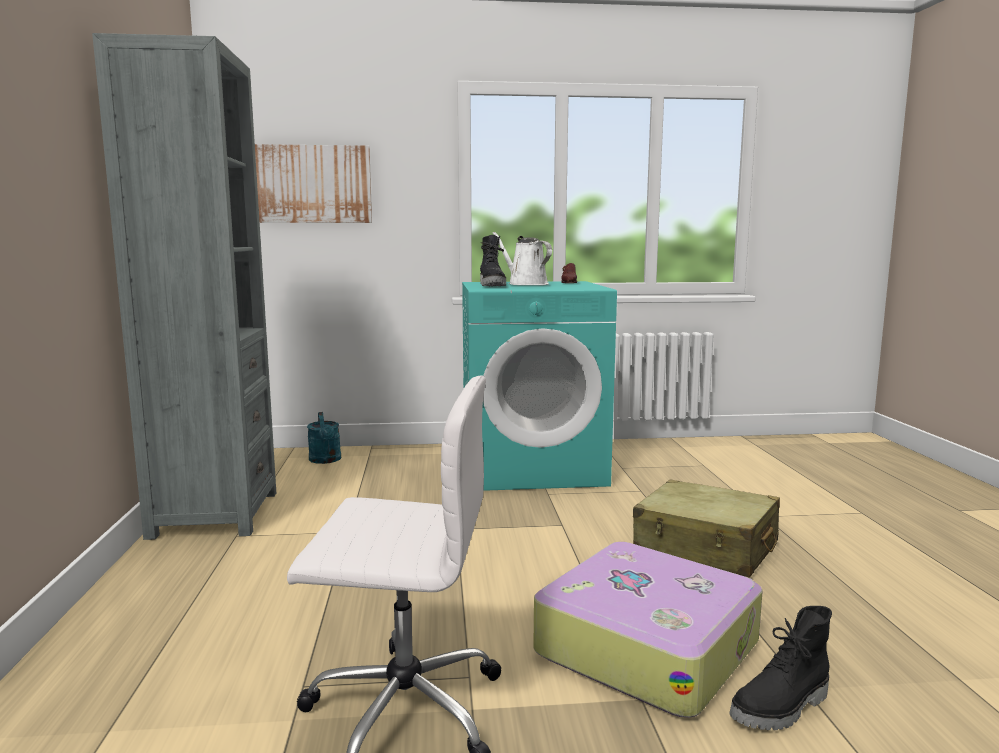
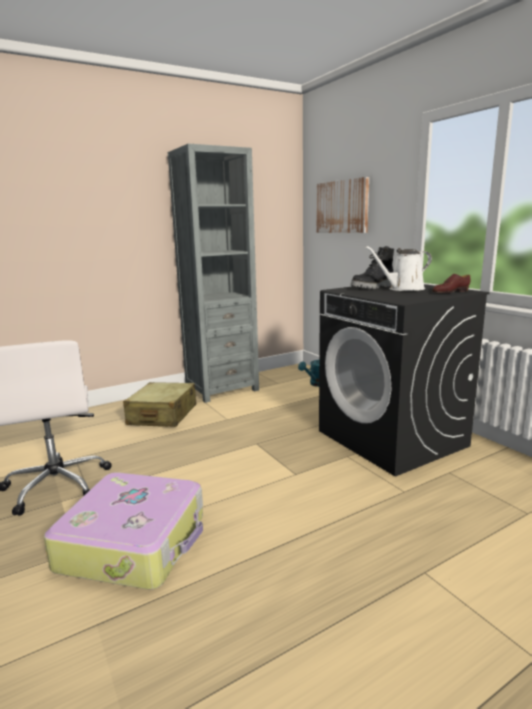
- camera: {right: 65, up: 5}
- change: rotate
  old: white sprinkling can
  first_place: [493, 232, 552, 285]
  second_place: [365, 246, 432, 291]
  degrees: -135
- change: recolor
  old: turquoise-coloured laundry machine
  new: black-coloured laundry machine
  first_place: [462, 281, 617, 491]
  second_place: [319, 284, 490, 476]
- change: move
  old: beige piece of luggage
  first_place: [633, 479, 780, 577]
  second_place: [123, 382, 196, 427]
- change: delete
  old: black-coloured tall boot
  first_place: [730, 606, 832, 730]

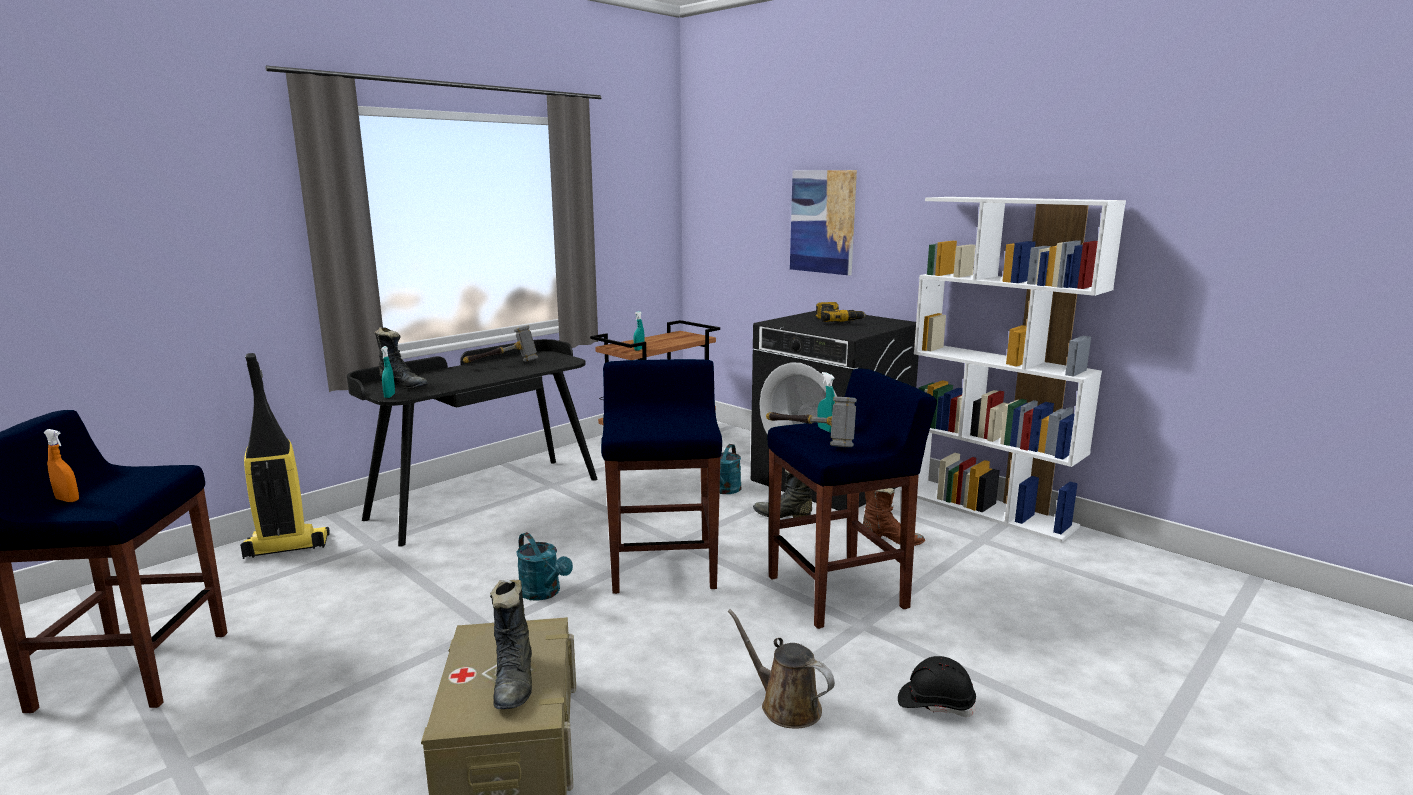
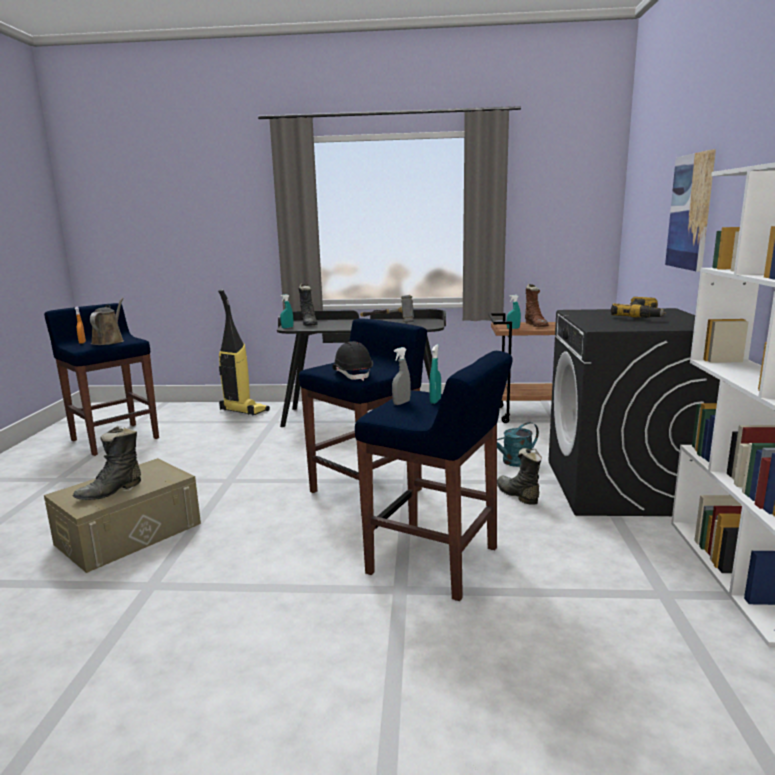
- camera: {right: 50, up: 0}
- change: replace
  old: tool hammer
  new: greyish sprayer
  first_place: [766, 396, 857, 447]
  second_place: [392, 347, 410, 405]
- change: move
  old: brown-coloured tall boot
  first_place: [863, 488, 925, 546]
  second_place: [525, 284, 549, 327]
- change: delete
  old: turquoise-coloured sprinkling can
  first_place: [516, 532, 573, 601]
- change: move
  old: brown-coloured sprinkling can
  first_place: [727, 609, 835, 729]
  second_place: [90, 298, 124, 345]
- change: move
  old: black-coloured hard hat
  first_place: [898, 656, 976, 717]
  second_place: [332, 341, 373, 381]

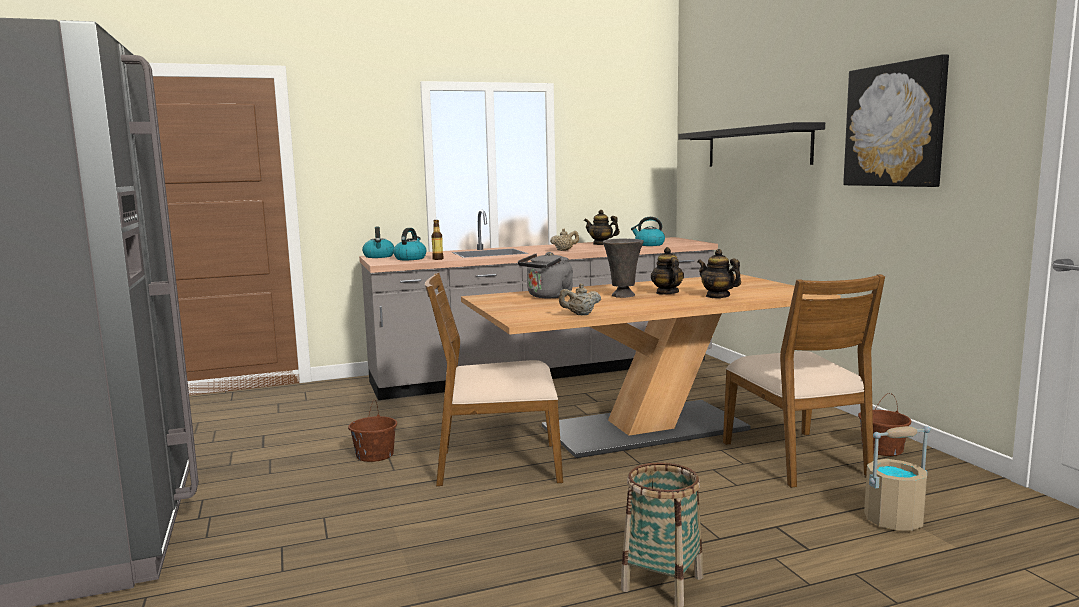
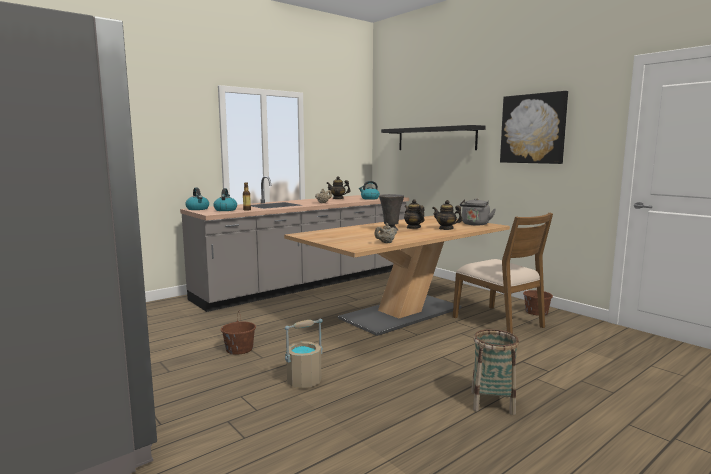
- camera: {right: -20, up: 0}
- change: move
  old: greyish kettle
  first_place: [518, 252, 573, 298]
  second_place: [460, 198, 496, 226]
- change: delete
  old: brown-coloured chair
  first_place: [425, 273, 563, 486]
- change: move
  old: beige pail
  first_place: [864, 426, 930, 531]
  second_place: [285, 318, 323, 388]

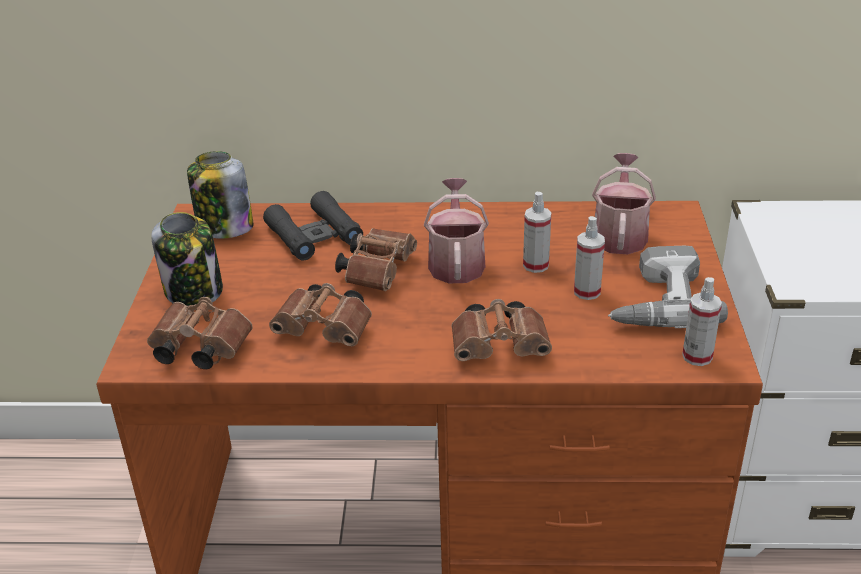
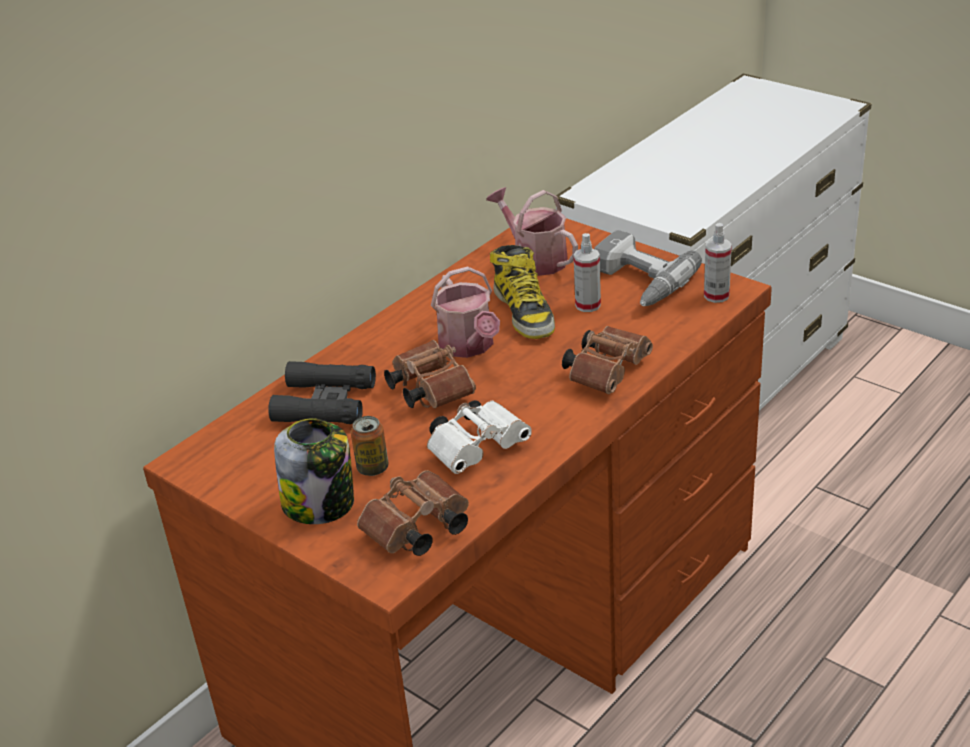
- camera: {right: -50, up: 0}
- change: delete
  old: preserve jar
  first_place: [187, 151, 253, 239]
- change: rotate
  old: sprinkling can
  first_place: [424, 178, 489, 283]
  second_place: [431, 266, 500, 358]
  degrees: -150
- change: replace
  old: sprayer
  new: tall boot
  first_place: [523, 192, 551, 273]
  second_place: [490, 245, 555, 339]
- change: recolor
  old: brown-coloured field glasses
  new: white field glasses
  first_place: [269, 283, 372, 346]
  second_place: [427, 400, 532, 474]
- change: insert
  new: metal can
  second_place: [351, 416, 389, 476]

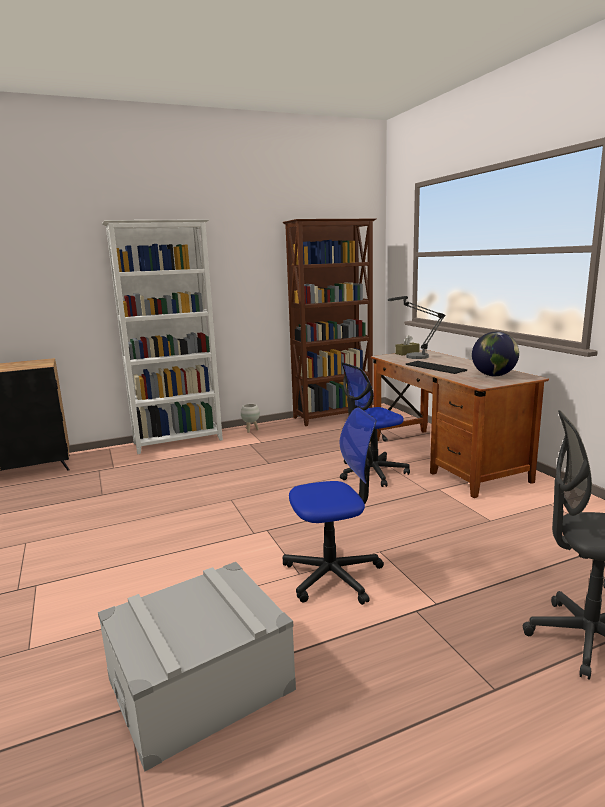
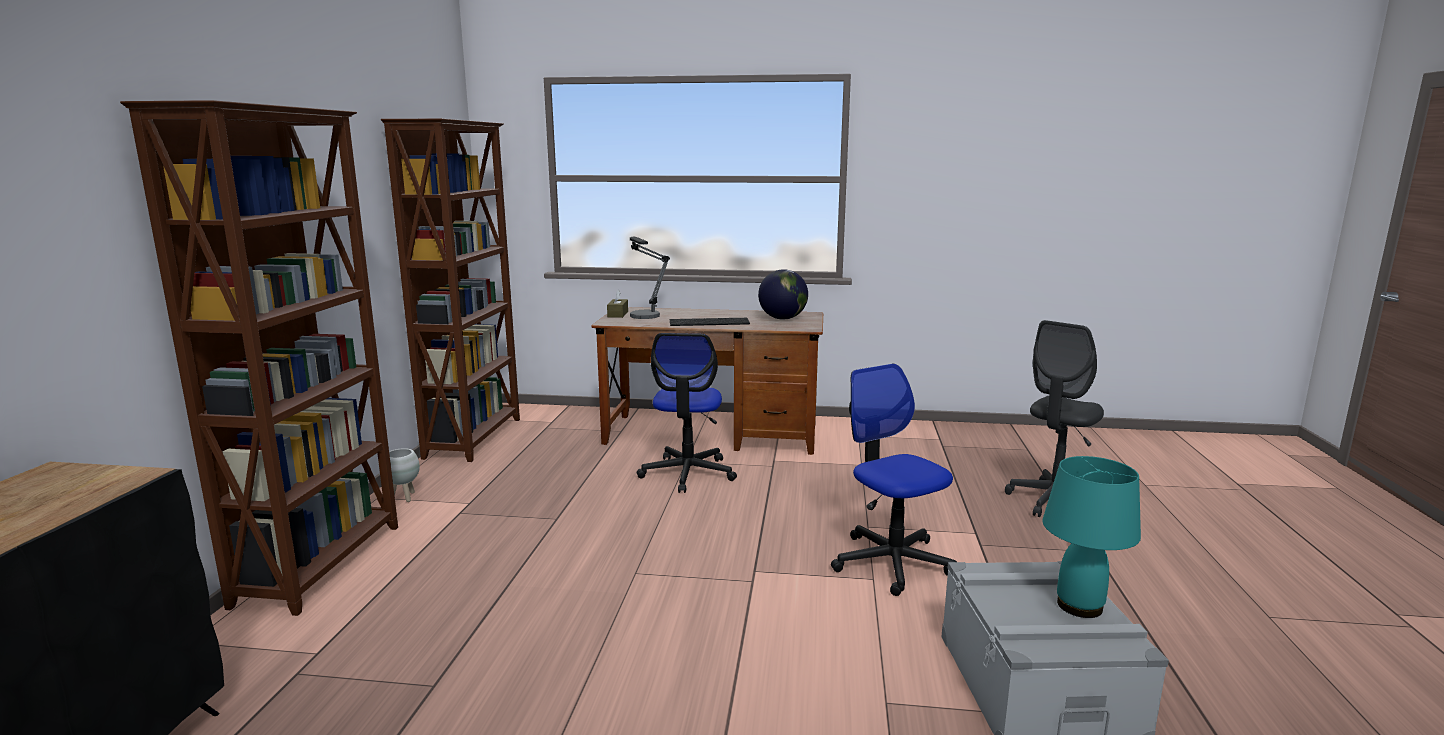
- camera: {right: -60, up: 0}
- change: recolor
  old: white shelving unit
  new: brown-coloured shelving unit
  first_place: [102, 219, 223, 454]
  second_place: [120, 100, 398, 616]
- change: rotate
  old: desk chair
  first_place: [283, 407, 384, 605]
  second_place: [831, 364, 957, 596]
  degrees: -45
- change: insert
  new: turquoise-coloured table lamp
  second_place: [1043, 456, 1141, 618]

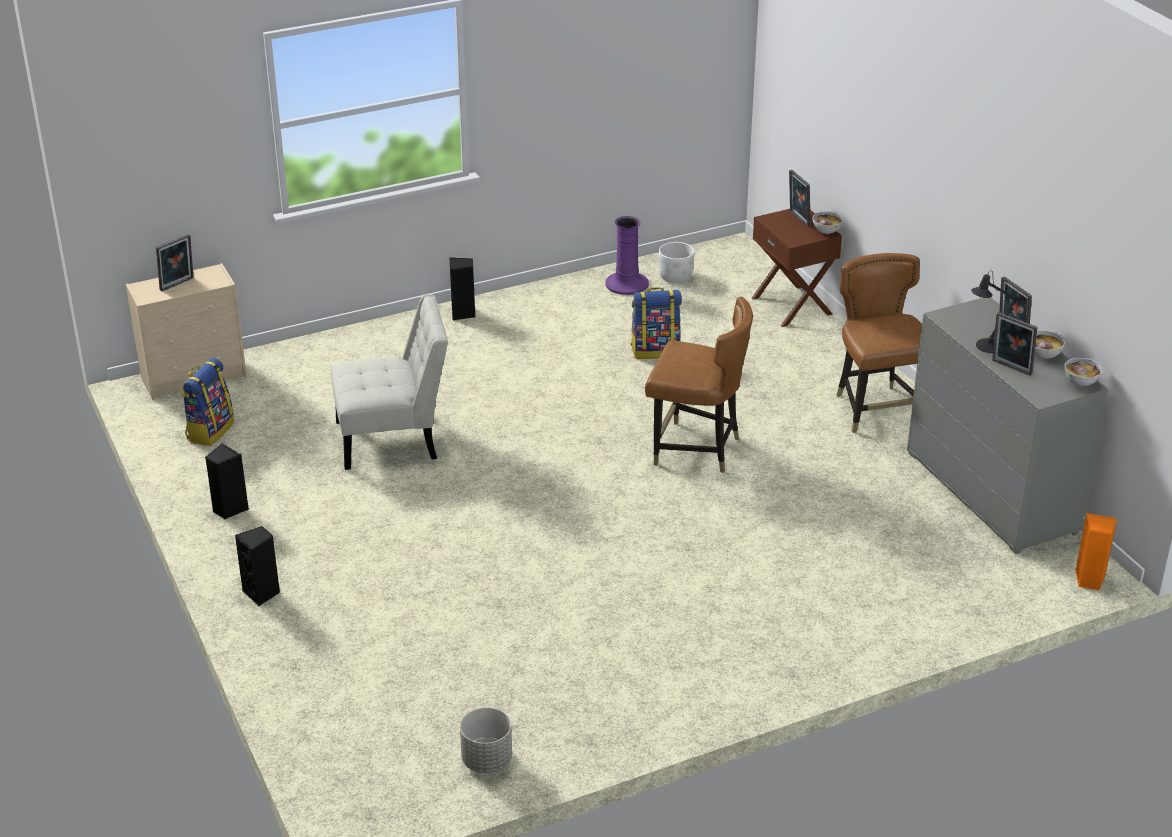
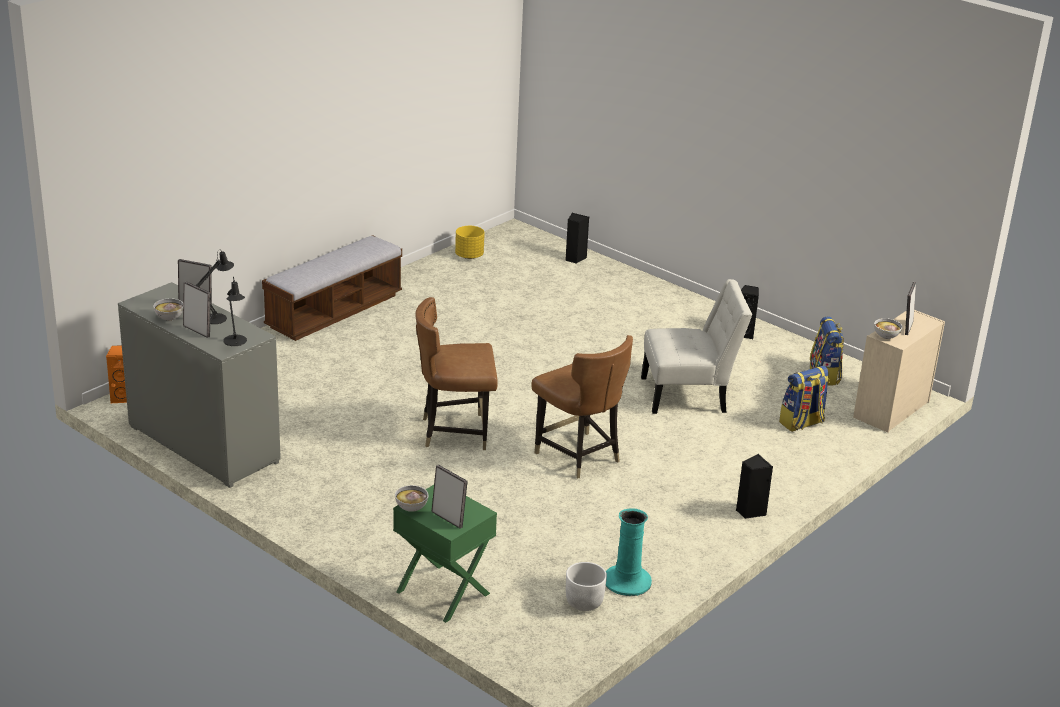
- camera: {right: 155, up: -5}
- change: recolor
  old: brown-coloured night table
  new: green night table
  first_place: [752, 209, 842, 327]
  second_place: [393, 485, 497, 623]
- change: recolor
  old: purplish decorative vase
  new: turquoise-coloured decorative vase
  first_place: [605, 216, 649, 295]
  second_place: [606, 508, 652, 596]
- change: move
  old: brown-coloured chair
  first_place: [836, 253, 922, 433]
  second_place: [531, 335, 633, 478]
- change: move
  old: rucksack
  first_place: [631, 287, 682, 359]
  second_place: [779, 366, 829, 432]
- change: rotate
  old: white chair
  first_place: [331, 294, 448, 470]
  second_place: [641, 279, 752, 414]
  degrees: -150
- change: move
  old: deep dish
  first_place: [1064, 358, 1102, 386]
  second_place: [874, 318, 902, 339]
- change: move
  old: black-coloured loudspeaker
  first_place: [235, 526, 280, 607]
  second_place: [565, 213, 589, 264]
- change: recolor
  old: greyish flower pot
  new: yellow-coloured flower pot
  first_place: [460, 707, 512, 773]
  second_place: [455, 226, 485, 259]
- change: insert
  new: indoor bench
  second_place: [262, 235, 402, 341]
- change: insert
  new: black-coloured table lamp
  second_place: [223, 277, 247, 346]

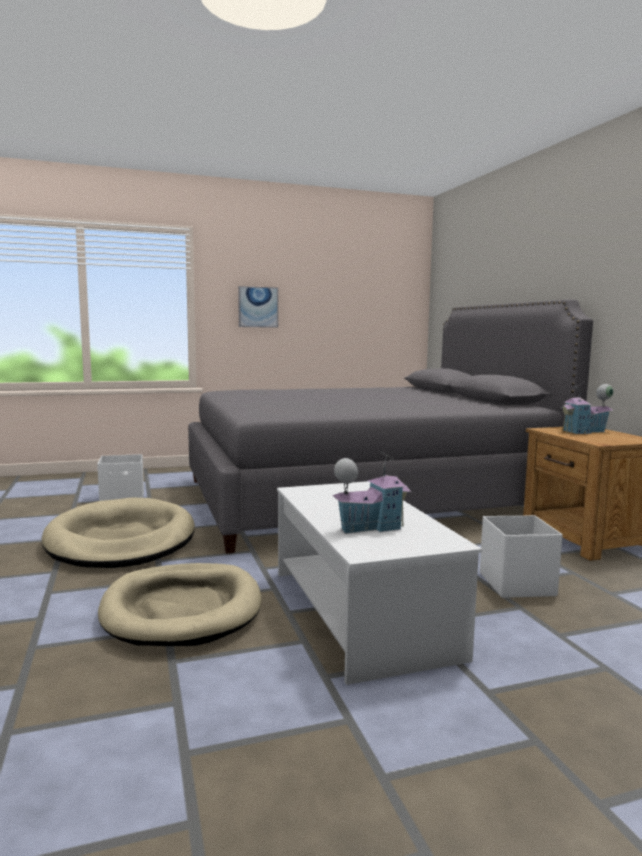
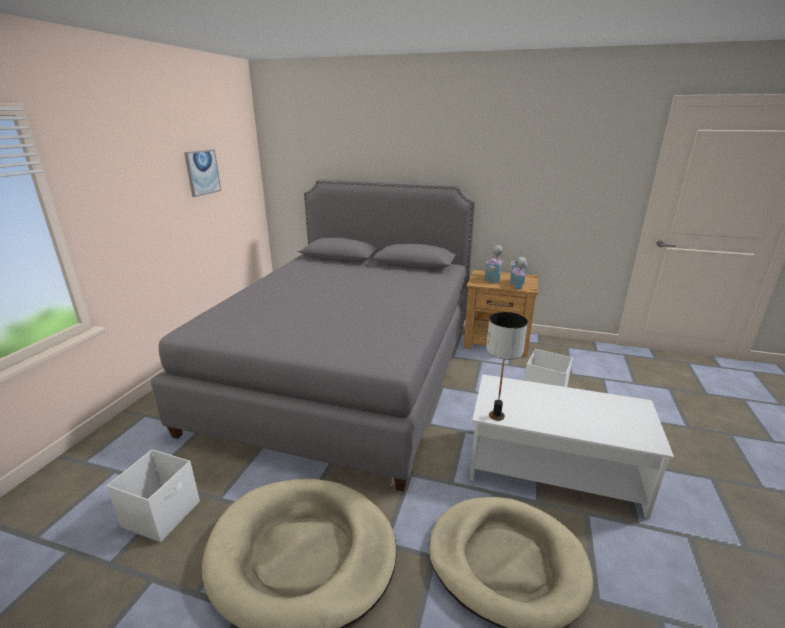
- camera: {right: -55, up: 15}
- change: move
  old: wall art
  first_place: [238, 286, 278, 328]
  second_place: [184, 149, 221, 197]
- change: move
  old: toy house
  first_place: [332, 451, 411, 534]
  second_place: [509, 251, 527, 290]
- change: insert
  new: table lamp
  second_place: [486, 312, 528, 421]

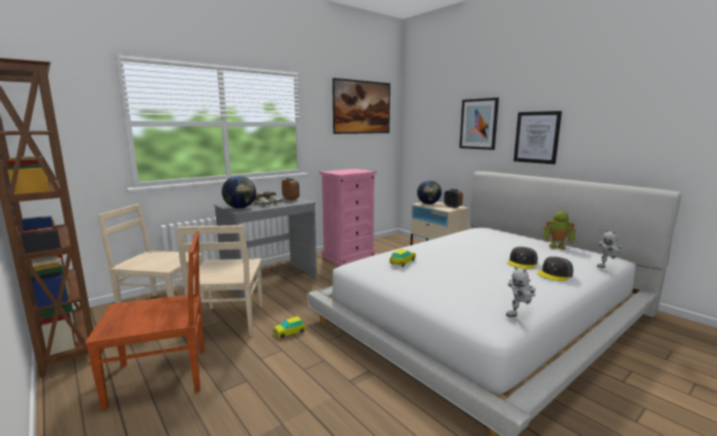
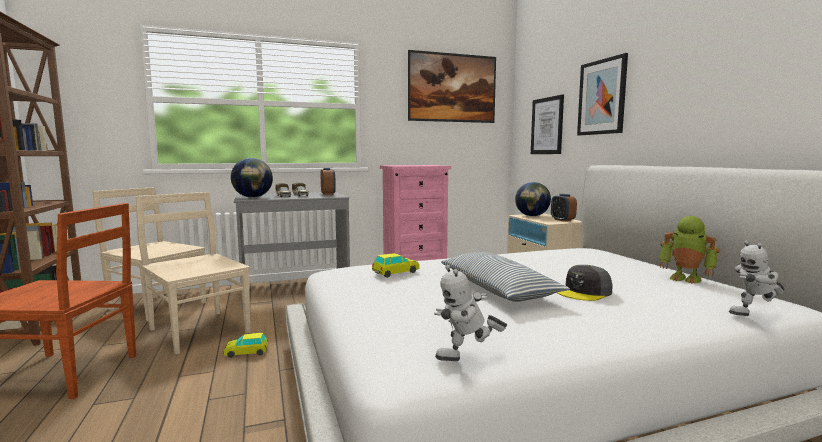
- camera: {right: 20, up: -5}
- change: move
  old: wall art
  first_place: [514, 111, 562, 164]
  second_place: [531, 94, 564, 154]
- change: rotate
  old: beige chair
  first_place: [177, 225, 263, 336]
  second_place: [136, 192, 251, 354]
  degrees: 120
- change: delete
  old: greyish cap
  first_place: [537, 256, 573, 281]
- change: insert
  new: pillow
  second_place: [441, 252, 570, 302]

